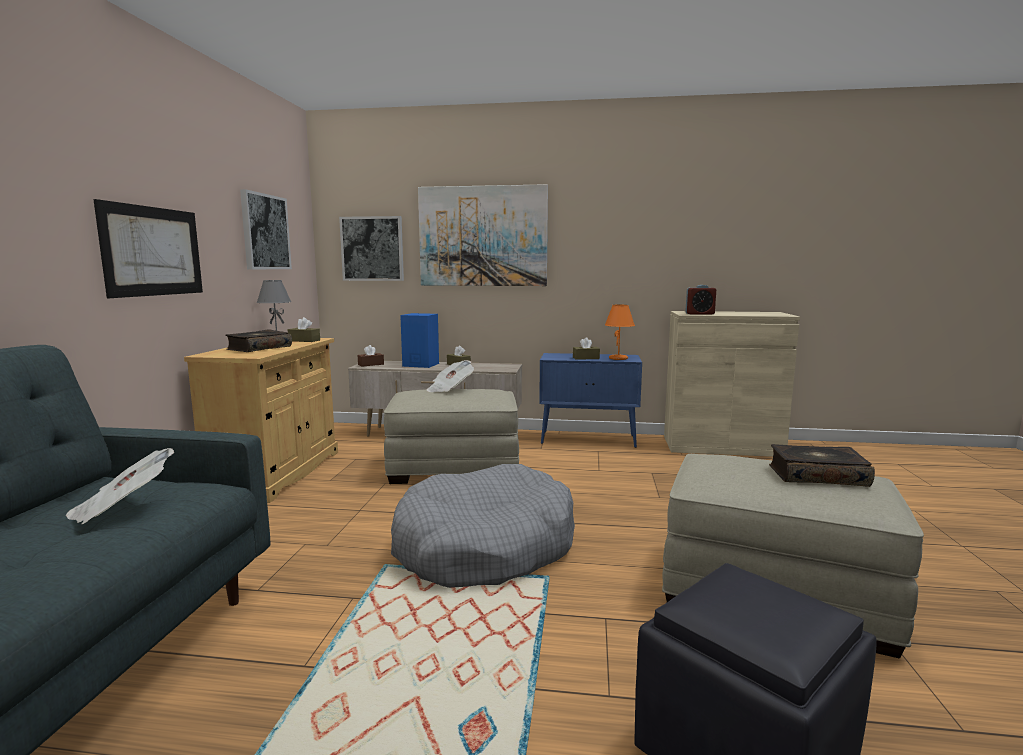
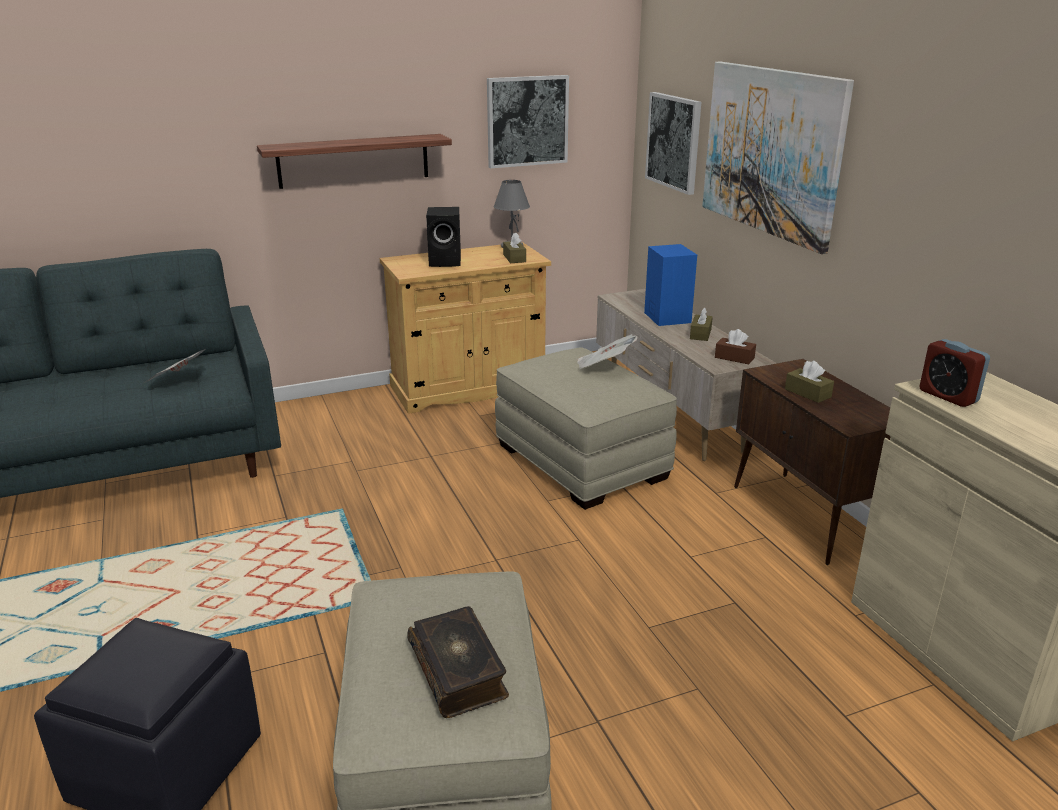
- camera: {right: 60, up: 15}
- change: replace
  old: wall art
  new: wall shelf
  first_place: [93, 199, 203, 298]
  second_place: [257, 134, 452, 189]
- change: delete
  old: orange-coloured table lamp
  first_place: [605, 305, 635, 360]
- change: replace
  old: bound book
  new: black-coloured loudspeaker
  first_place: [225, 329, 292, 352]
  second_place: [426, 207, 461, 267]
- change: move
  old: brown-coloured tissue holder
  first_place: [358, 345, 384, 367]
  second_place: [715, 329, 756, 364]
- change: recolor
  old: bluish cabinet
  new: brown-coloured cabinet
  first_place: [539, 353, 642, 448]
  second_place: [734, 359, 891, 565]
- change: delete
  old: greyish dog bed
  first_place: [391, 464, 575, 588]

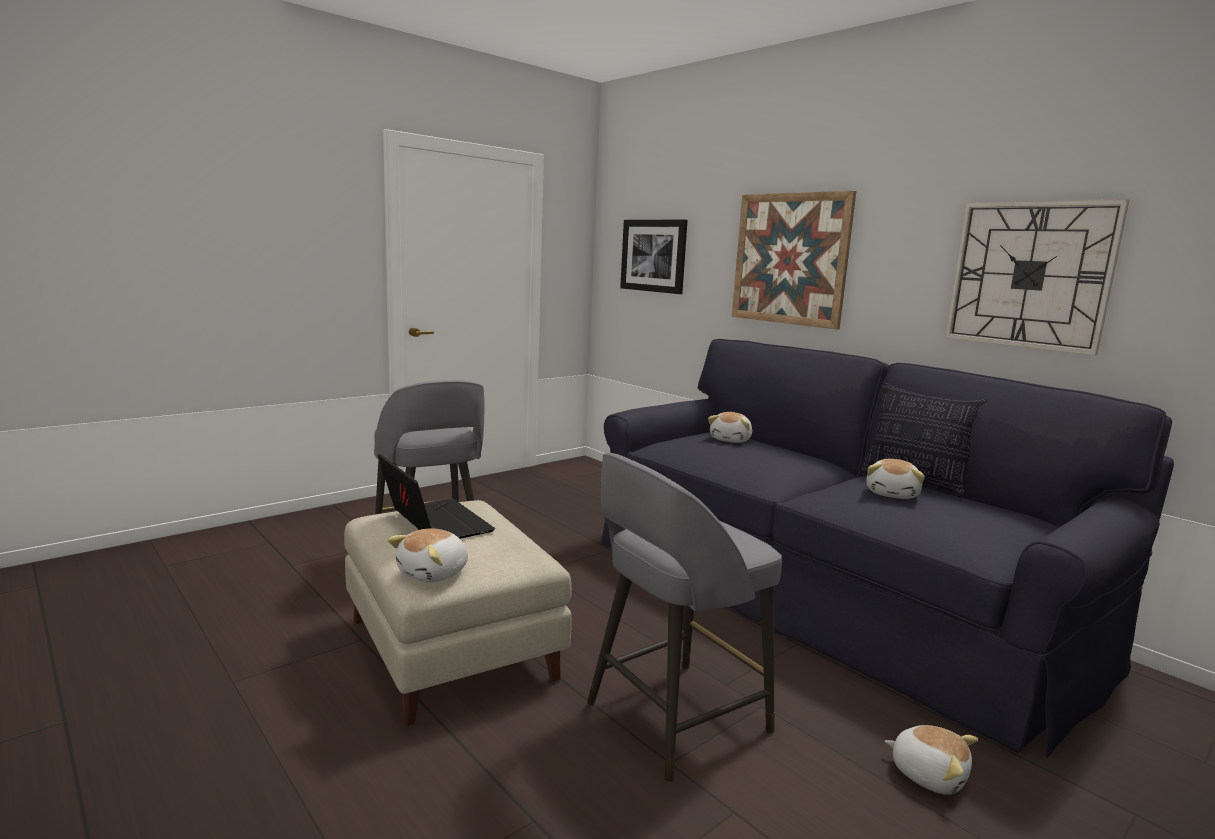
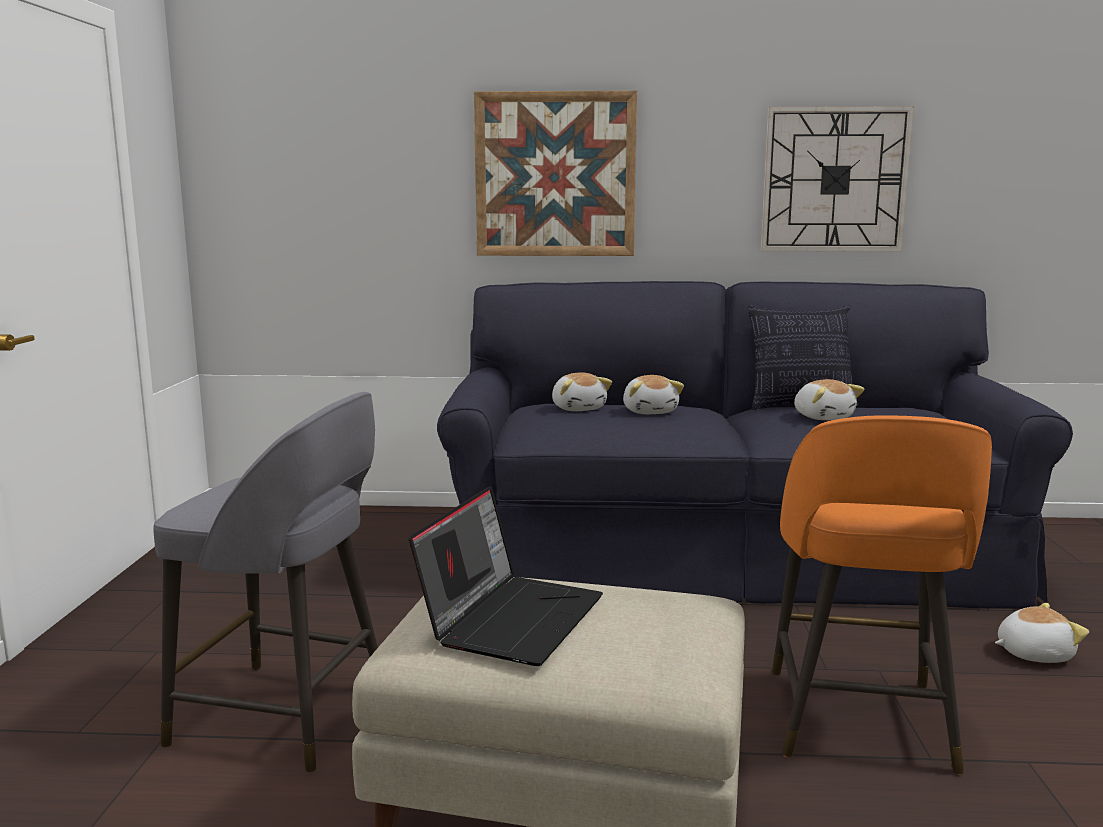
- camera: {right: -45, up: 0}
- change: delete
  old: wall art
  first_place: [620, 220, 688, 294]
- change: recolor
  old: greyish stool
  new: orange-coloured stool
  first_place: [587, 453, 782, 783]
  second_place: [772, 415, 992, 775]
- change: rotate
  old: portable computer
  first_place: [378, 454, 495, 539]
  second_place: [409, 486, 603, 666]
  degrees: 105
- change: move
  old: cuddly toy
  first_place: [388, 528, 468, 582]
  second_place: [623, 375, 684, 414]

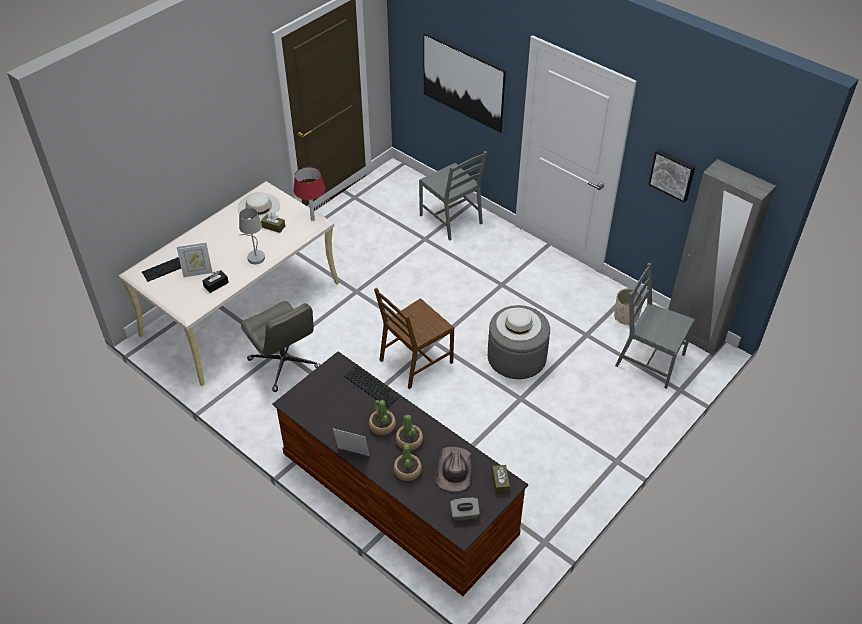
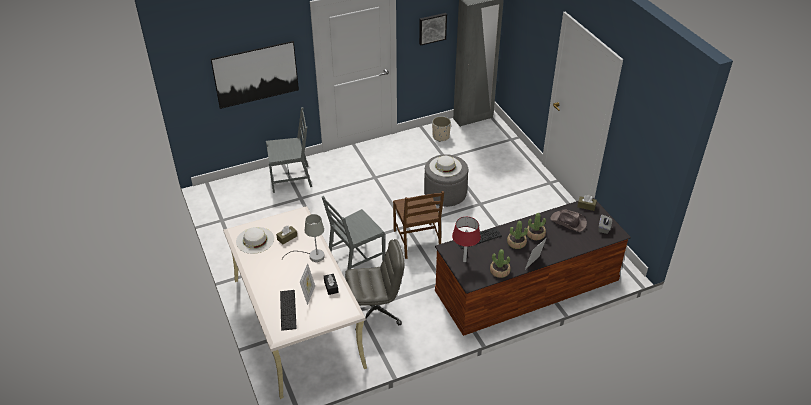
- camera: {right: -65, up: -5}
- change: move
  old: reddish table lamp
  first_place: [293, 167, 325, 221]
  second_place: [452, 217, 481, 262]
- change: move
  old: greyish chair
  first_place: [615, 263, 695, 389]
  second_place: [322, 196, 385, 270]
- change: move
  old: houseplant
  first_place: [394, 444, 422, 481]
  second_place: [490, 249, 511, 278]

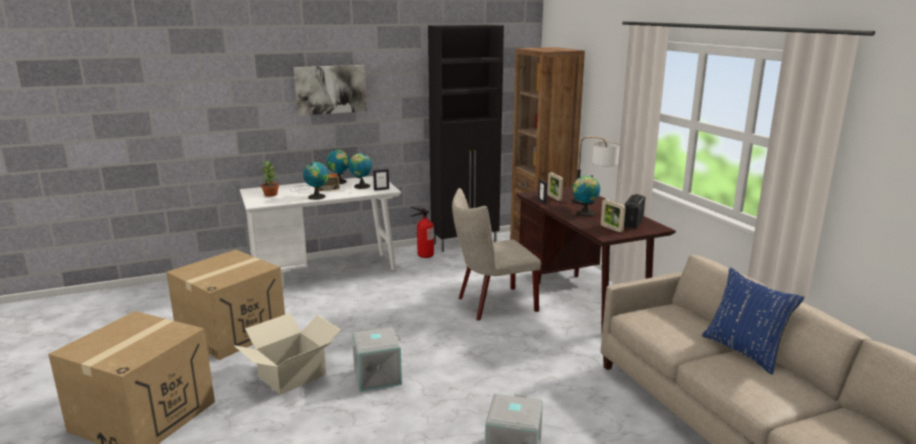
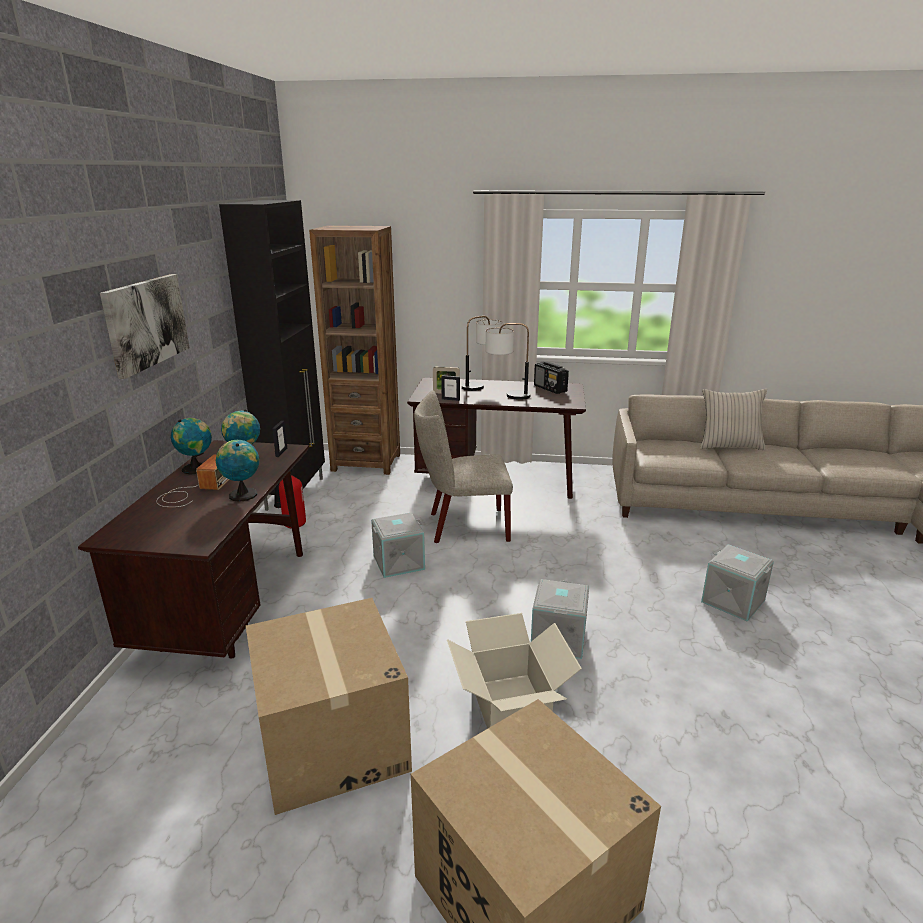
- camera: {right: -60, up: 5}
- change: delete
  old: houseplant
  first_place: [261, 161, 279, 197]
- change: replace
  old: world globe
  new: table lamp
  first_place: [572, 175, 600, 216]
  second_place: [486, 323, 531, 399]
- change: recolor
  old: white desk table
  new: brown-coloured desk table
  first_place: [240, 176, 401, 287]
  second_place: [78, 440, 309, 659]
- change: rotate
  old: beige chair
  first_place: [452, 188, 541, 321]
  second_place: [414, 390, 513, 543]
  degrees: 75
- change: delete
  old: standing frame
  first_place: [601, 199, 625, 232]
- change: recolor
  old: bluish pillow
  new: beige pillow
  first_place: [702, 267, 805, 375]
  second_place: [700, 389, 767, 450]
- change: insert
  new: greyish storage bin
  second_place: [371, 513, 425, 578]

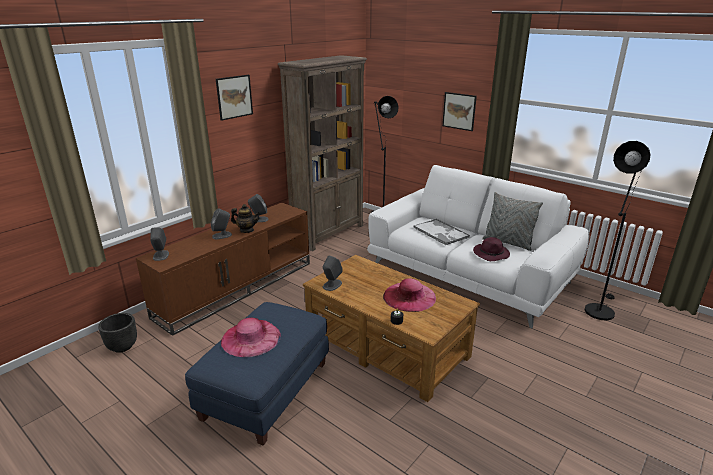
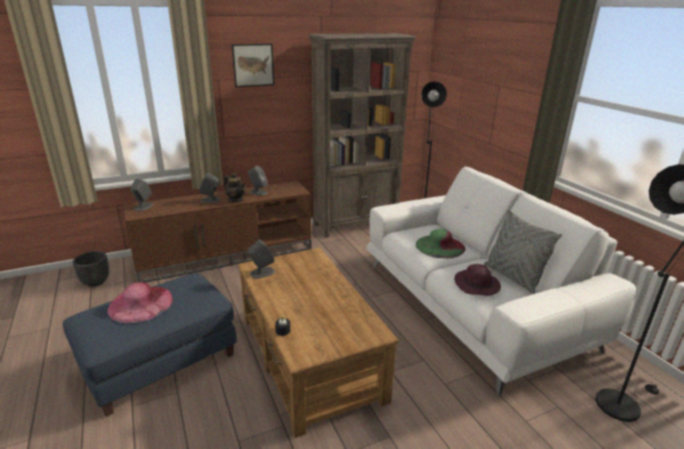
- camera: {right: 25, up: 0}
- change: delete
  old: wall art
  first_place: [442, 92, 477, 131]
- change: replace
  old: carrying tray
  new: green wearable hat
  first_place: [413, 219, 470, 245]
  second_place: [416, 229, 466, 258]
- change: delete
  old: pink-coloured wearable hat
  first_place: [383, 278, 436, 312]

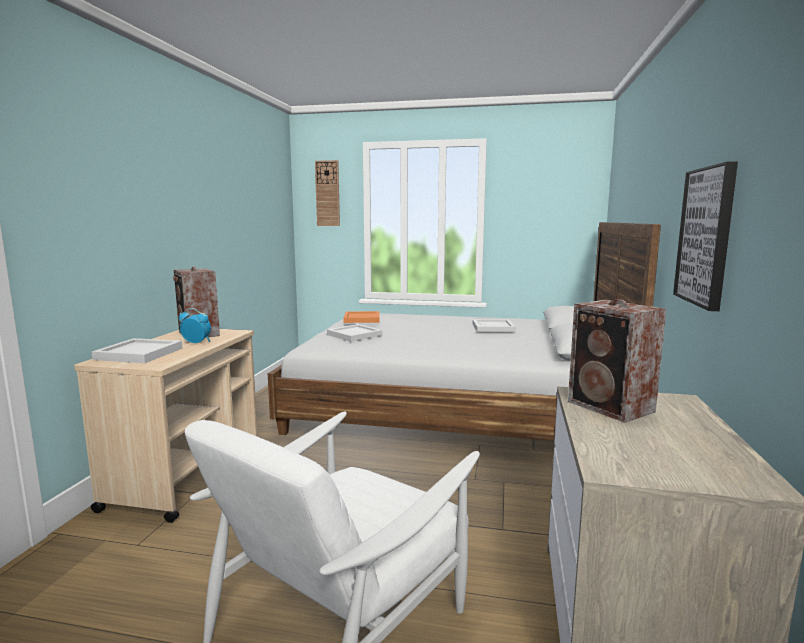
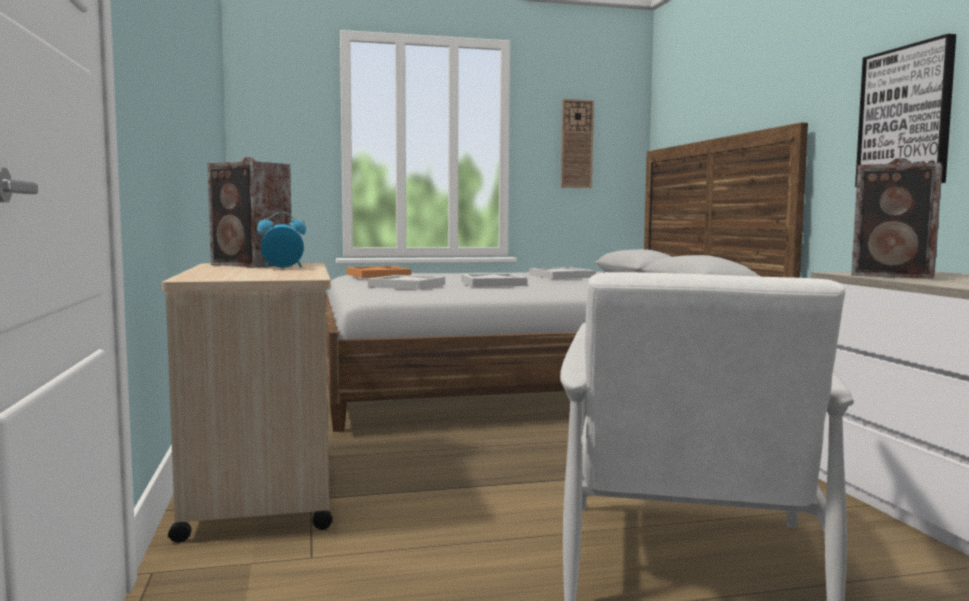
- camera: {right: -25, up: -5}
- change: move
  old: hanging clock
  first_place: [315, 160, 340, 226]
  second_place: [561, 99, 594, 188]
- change: move
  old: white carrying tray
  first_place: [92, 338, 183, 363]
  second_place: [461, 274, 528, 287]

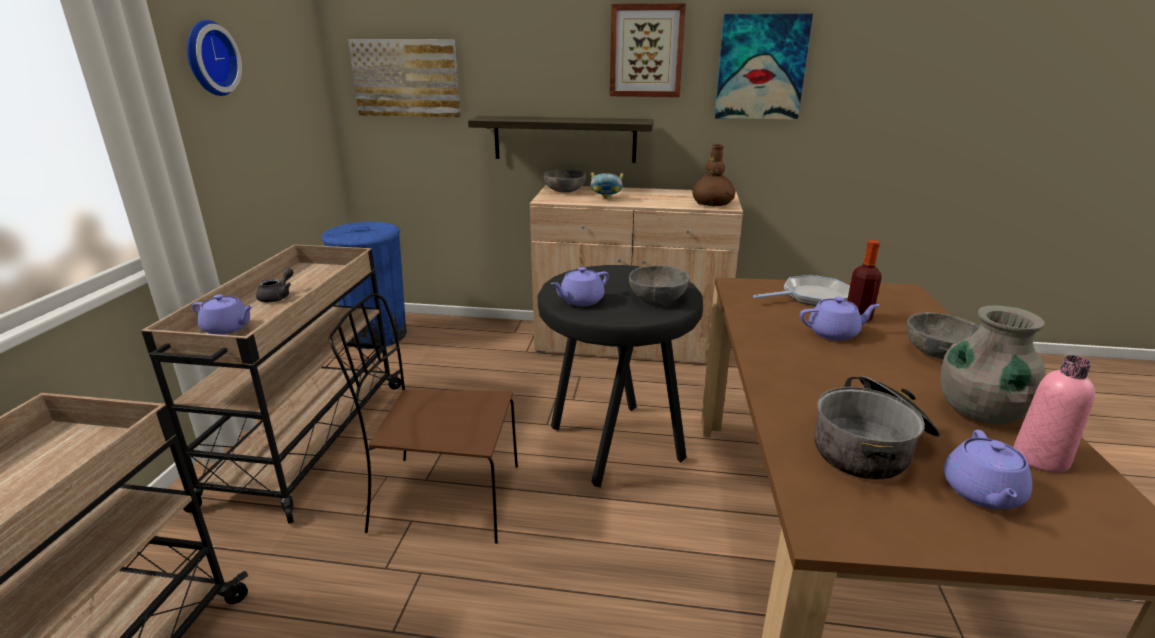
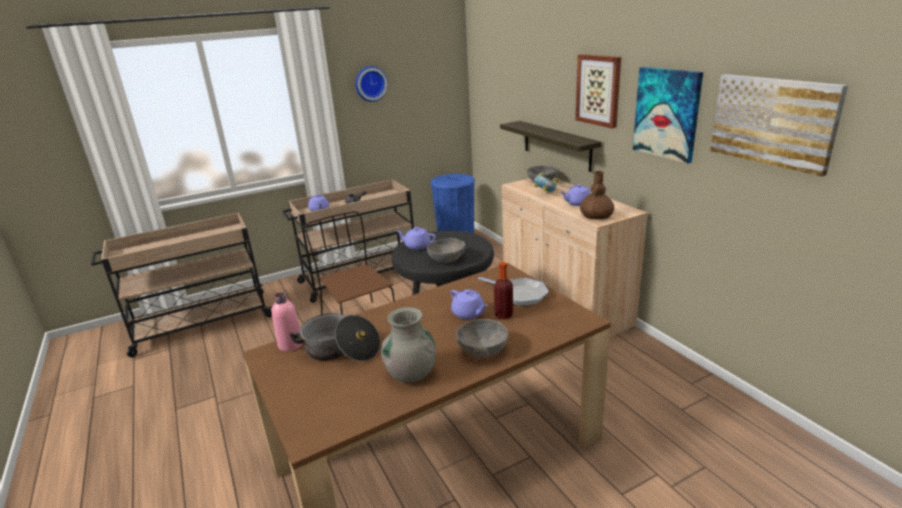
- camera: {right: 55, up: 0}
- change: move
  old: wall art
  first_place: [348, 39, 461, 118]
  second_place: [710, 74, 848, 177]
- change: move
  old: pink-coloured drink bottle
  first_place: [1013, 355, 1095, 473]
  second_place: [272, 292, 303, 352]
- change: move
  old: purplish teapot
  first_place: [943, 430, 1032, 509]
  second_place: [560, 184, 591, 206]

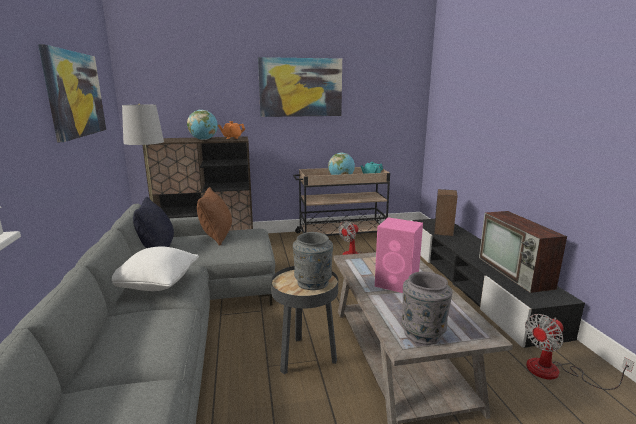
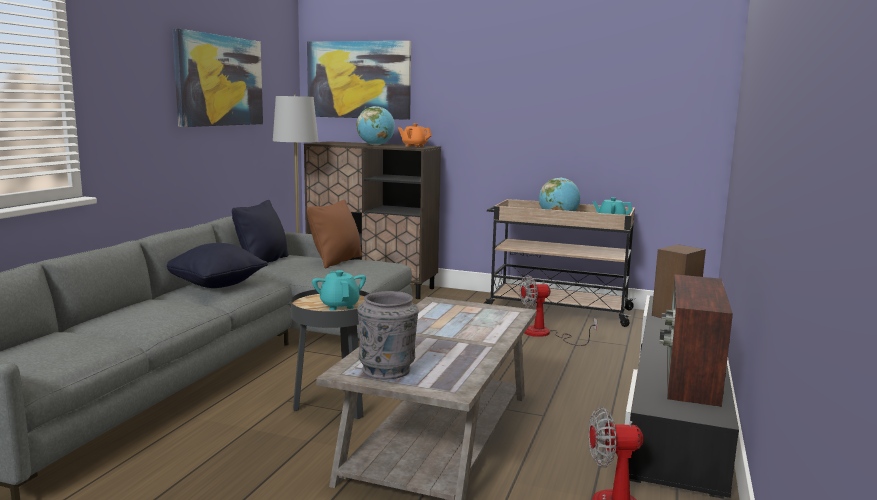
- camera: {right: 30, up: -5}
- change: move
  old: wall art
  first_place: [258, 57, 342, 117]
  second_place: [307, 41, 411, 120]
- change: delete
  old: pink-coloured loudspeaker
  first_place: [375, 217, 423, 293]
- change: replace
  old: greyish decorative vase
  new: turquoise-coloured teapot
  first_place: [293, 232, 333, 290]
  second_place: [312, 270, 366, 311]
- change: recolor
  old: white pillow
  new: black-coloured pillow
  first_place: [112, 246, 199, 291]
  second_place: [167, 243, 268, 288]

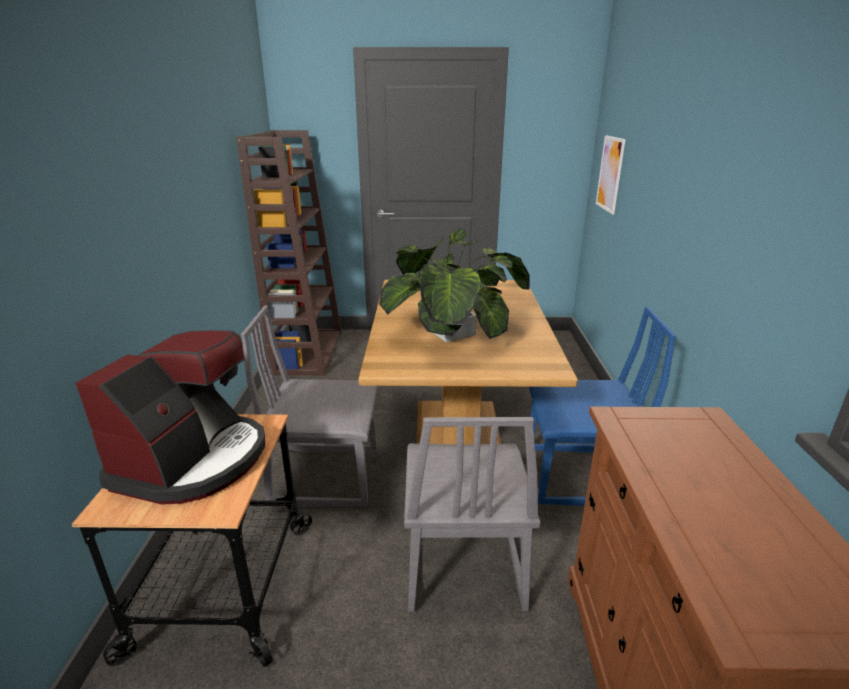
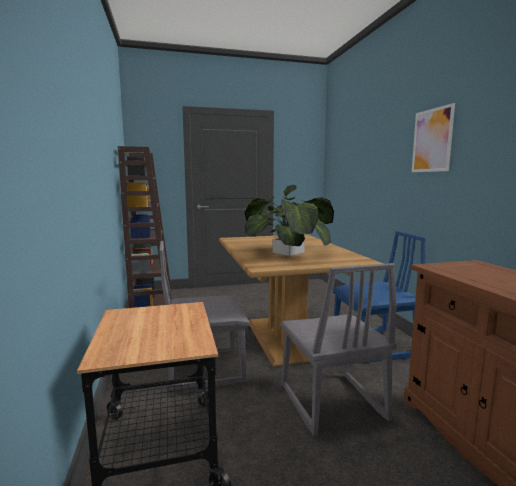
- camera: {right: -15, up: -15}
- change: move
  old: wall art
  first_place: [596, 135, 626, 214]
  second_place: [412, 103, 455, 172]
- change: delete
  old: coffee machine
  first_place: [76, 330, 265, 505]

